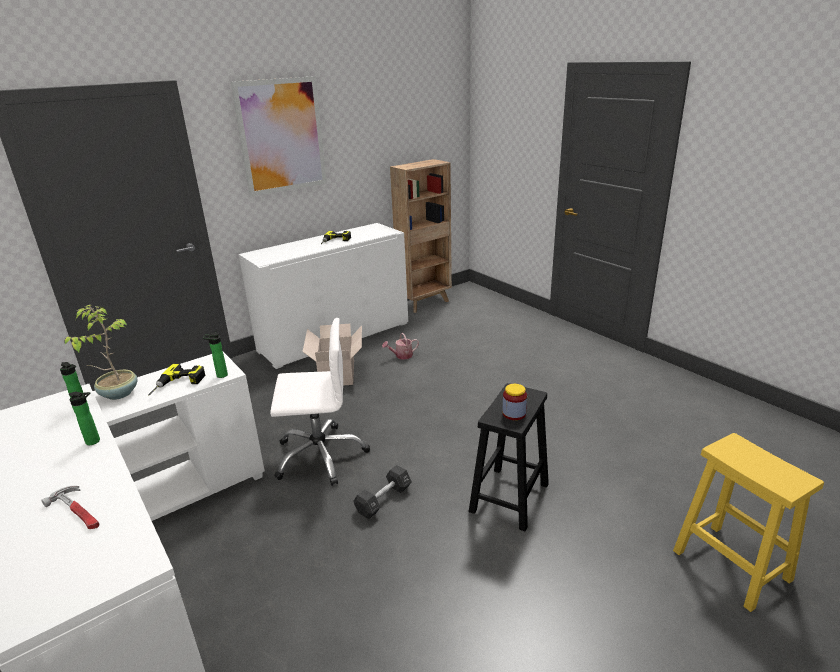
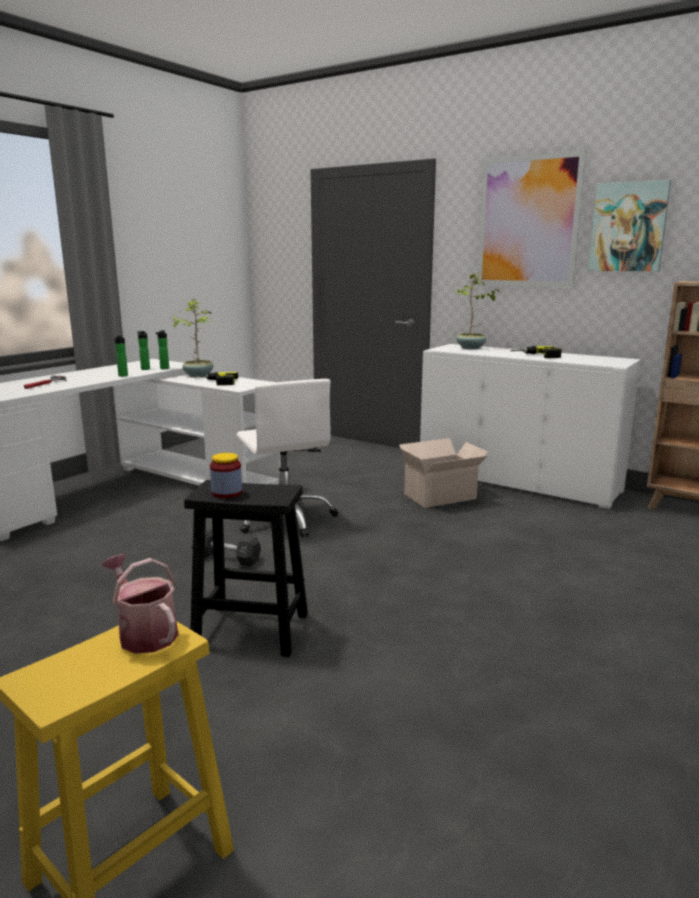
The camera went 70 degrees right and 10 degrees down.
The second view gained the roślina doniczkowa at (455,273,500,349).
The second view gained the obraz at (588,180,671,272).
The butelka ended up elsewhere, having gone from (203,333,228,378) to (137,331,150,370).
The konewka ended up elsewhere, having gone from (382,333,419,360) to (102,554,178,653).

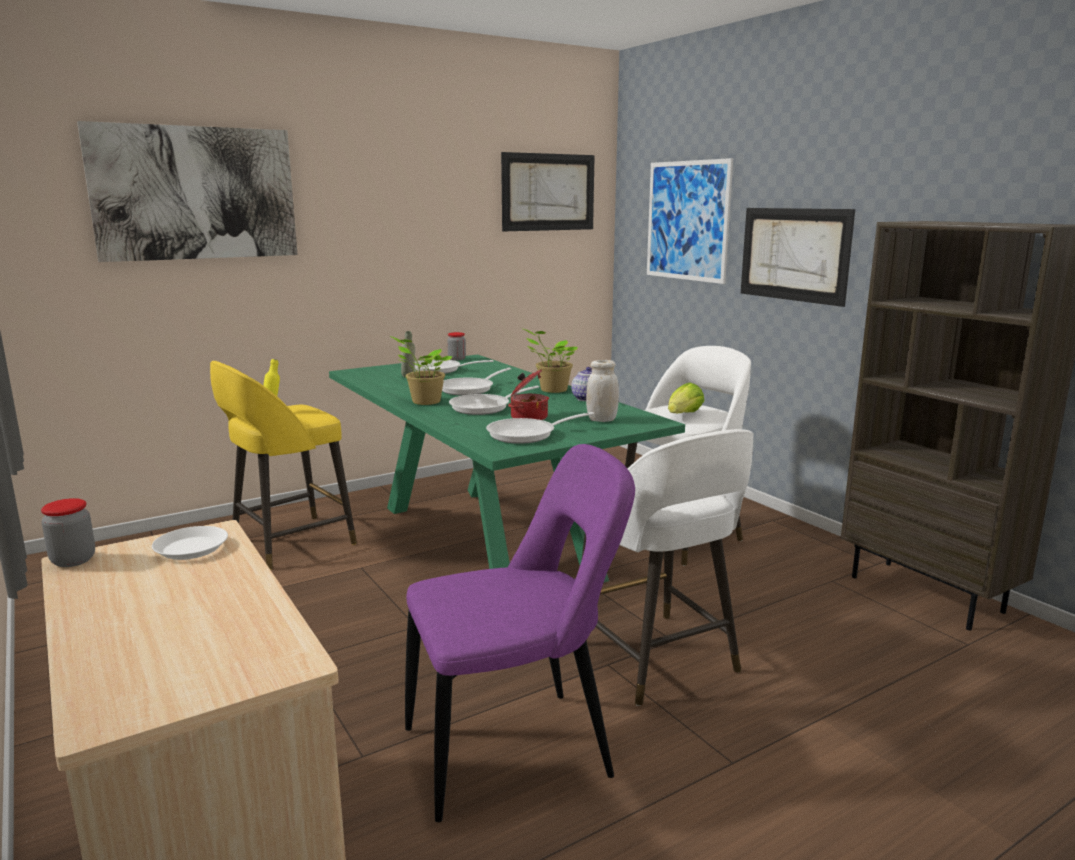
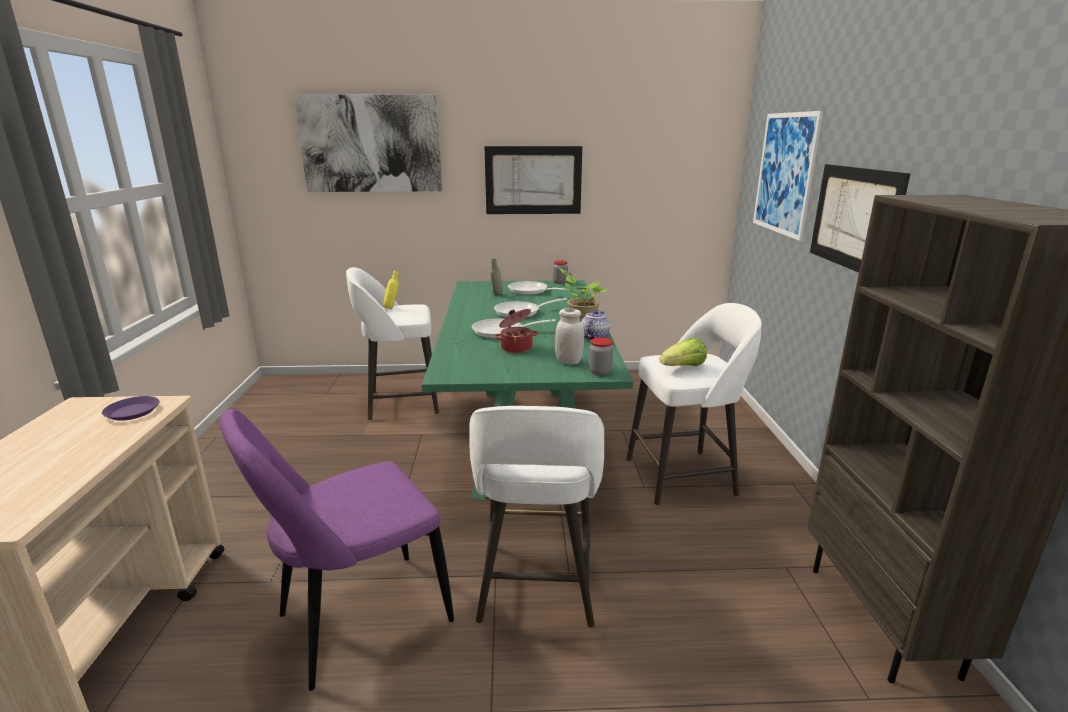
The camera went 30 degrees right and 5 degrees up.
The second view lost the roślina doniczkowa at (390,336,453,405).
The second view lost the patelnia at (486,412,594,444).
The słoik ended up elsewhere, having gone from (41,498,95,567) to (589,337,613,376).
The obraz ended up elsewhere, having gone from (501,152,595,231) to (484,146,582,214).
What was the talerz/biały at (152,526,228,560) turned into the talerz/fioletowy at (102,396,159,421).
What was the stołek/żółty at (210,361,357,570) turned into the stołek/biały at (346,267,439,420).
The krzesło/fioletowy at (405,444,635,822) ended up facing another way, 135 degrees clockwise from before.

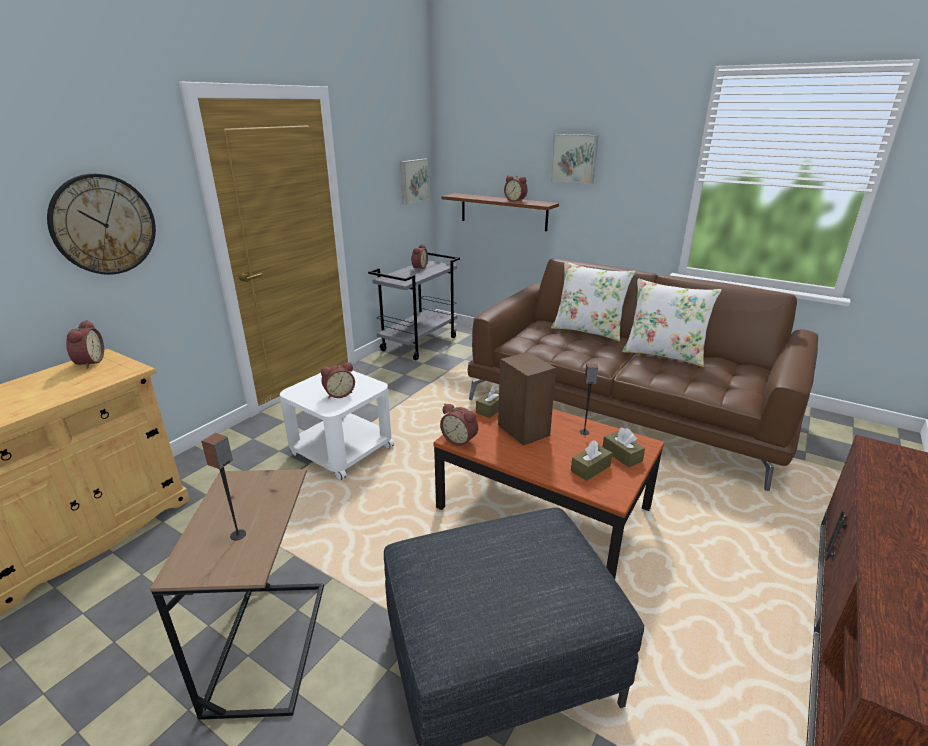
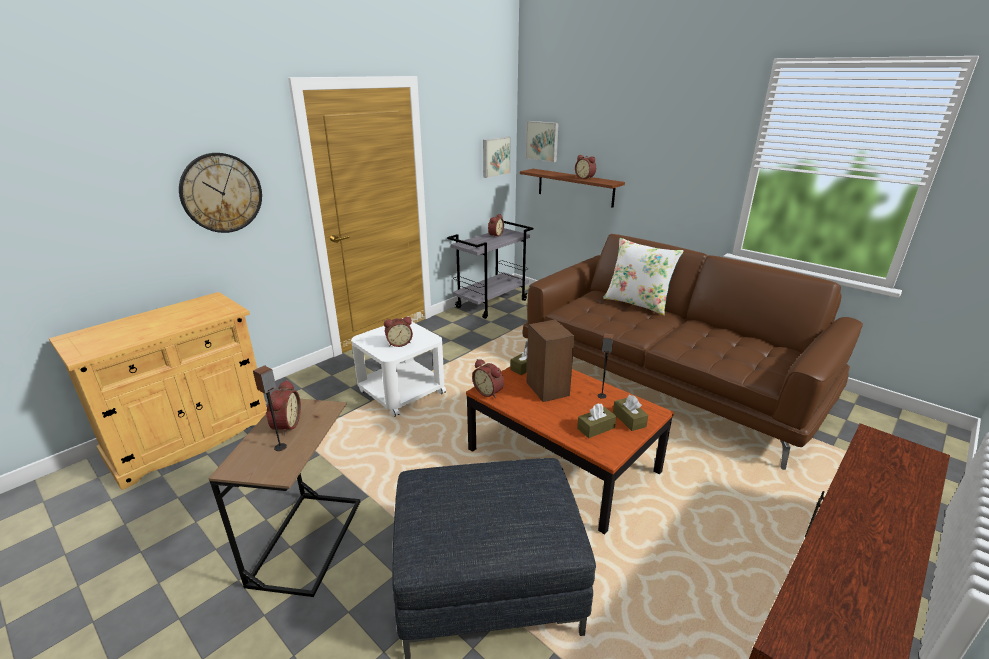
The camera went 10 degrees right and 0 degrees up.
The second view lost the poduszka/biały at (622,279,721,367).
The budzik ended up elsewhere, having gone from (66,320,104,369) to (266,380,301,435).
The obraz ended up elsewhere, having gone from (551,134,599,184) to (526,121,559,162).

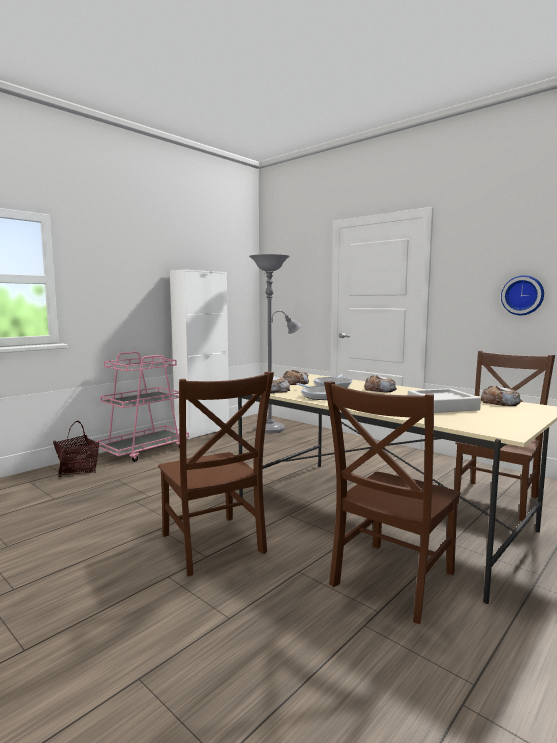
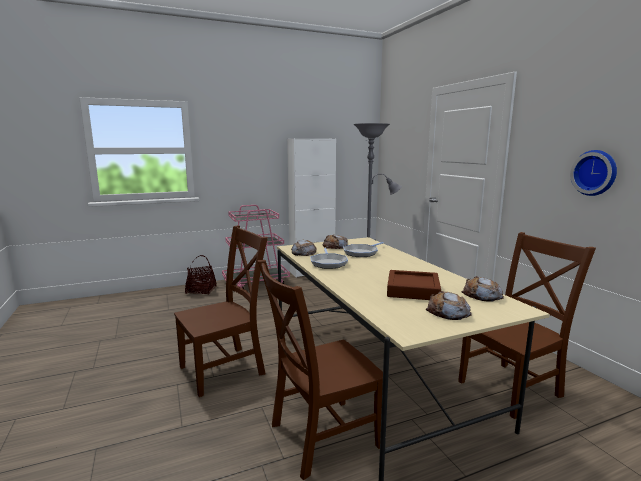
The camera went 25 degrees right and 5 degrees up.
The chleb ended up elsewhere, having gone from (364,375,397,392) to (426,291,472,320).
What was the taca/szary at (408,388,481,413) turned into the taca/brązowy at (387,270,441,300).
The krzesło/brązowy at (158,372,274,576) ended up facing another way, 120 degrees counterclockwise from before.

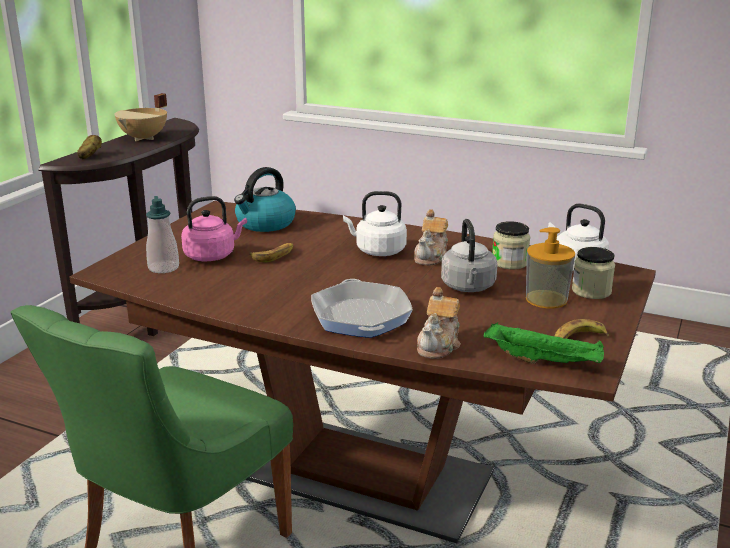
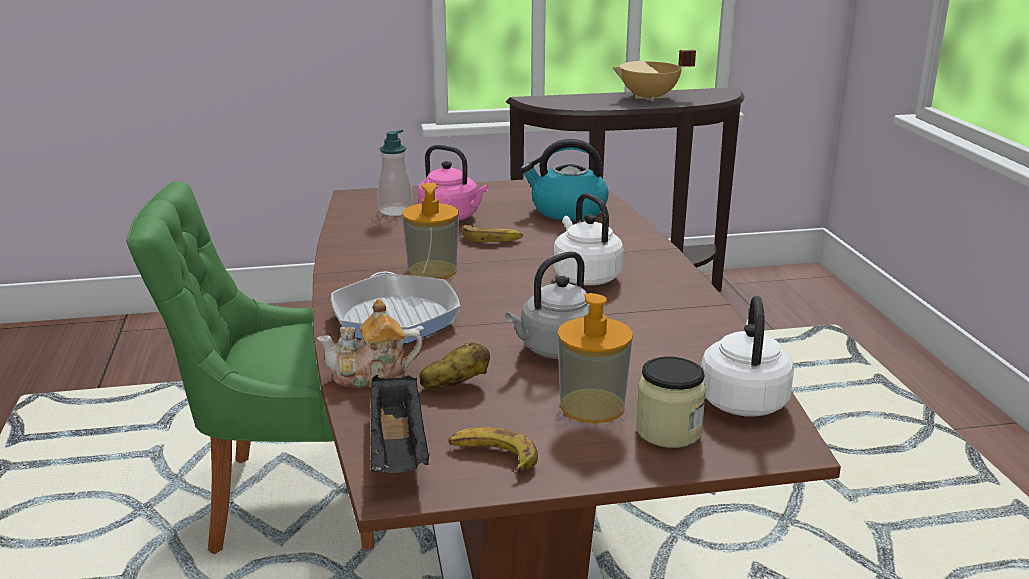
The camera went 55 degrees right and 0 degrees up.
The second view lost the imbryk at (414,209,448,265).
The second view lost the słoik at (492,221,530,269).
The second view gained the dozownik mydła at (402,183,459,279).
The ziemniak ended up elsewhere, having gone from (77,135,102,159) to (419,342,490,389).
What was the taca/zielony at (483,323,604,364) turned into the taca/czarny at (370,375,430,473).
The patelnia at (311,279,413,338) ended up facing another way, 120 degrees clockwise from before.

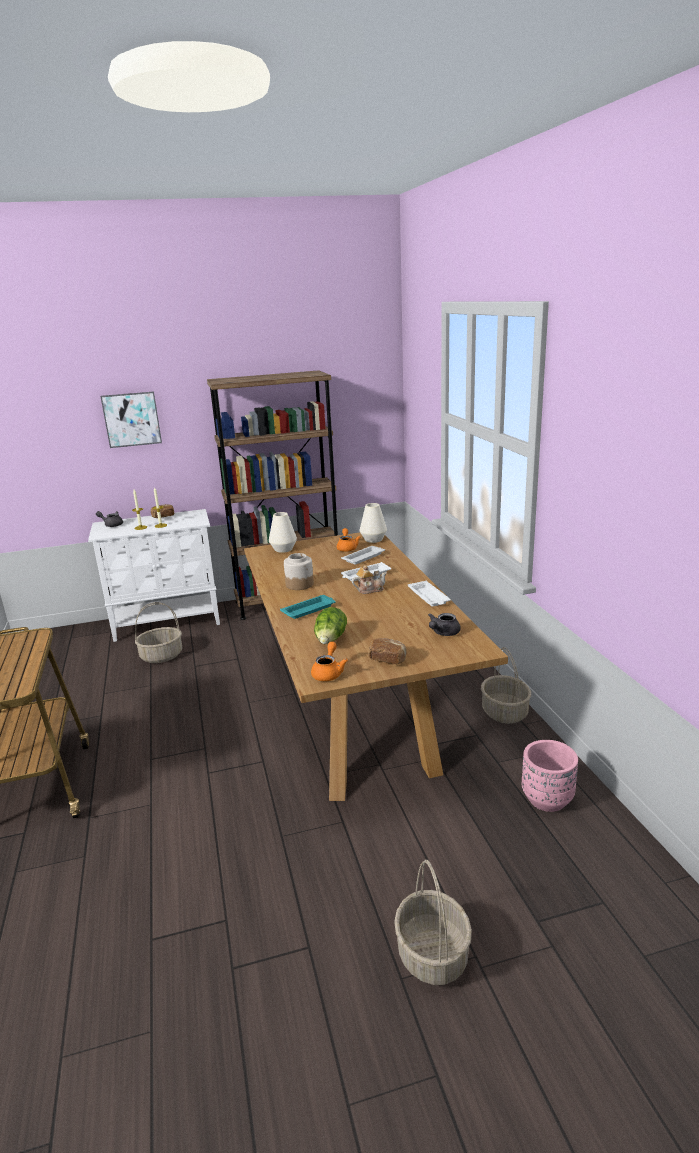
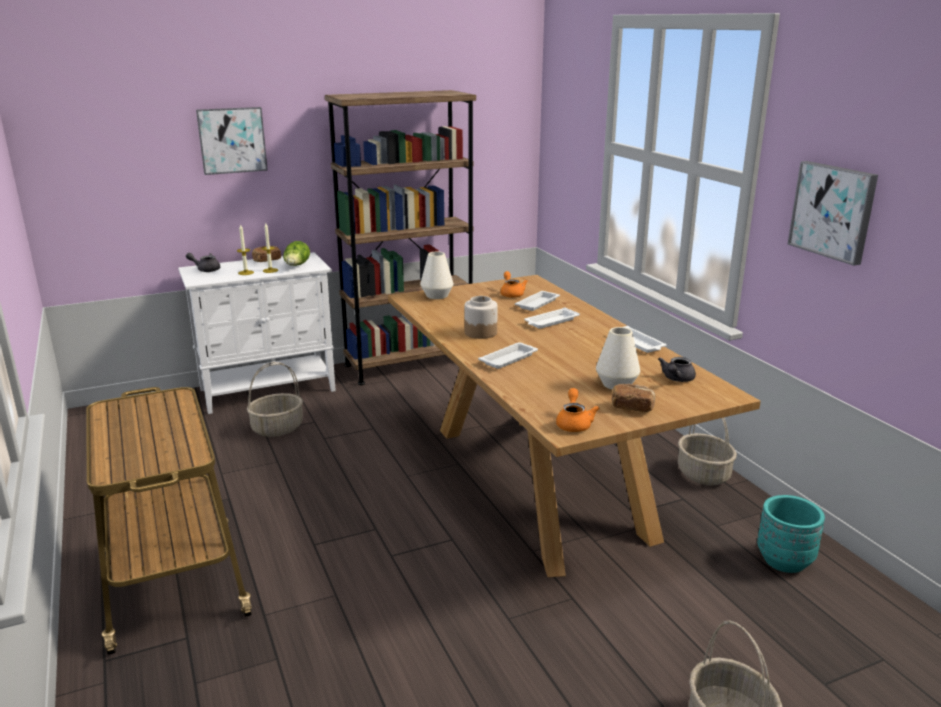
The camera went 10 degrees left and 0 degrees up.
The second view lost the imbryk at (352,565,387,594).
The second view gained the obraz at (788,161,878,266).
The sałata ended up elsewhere, having gone from (314,607,347,644) to (283,241,310,266).
The wazon/biały ended up elsewhere, having gone from (360,503,387,543) to (596,327,640,390).
What was the taca/turkusowy at (280,595,336,619) turned into the taca/biały at (478,342,538,369).
What was the donica/różowy at (522,740,578,812) turned into the donica/turkusowy at (757,495,825,573).

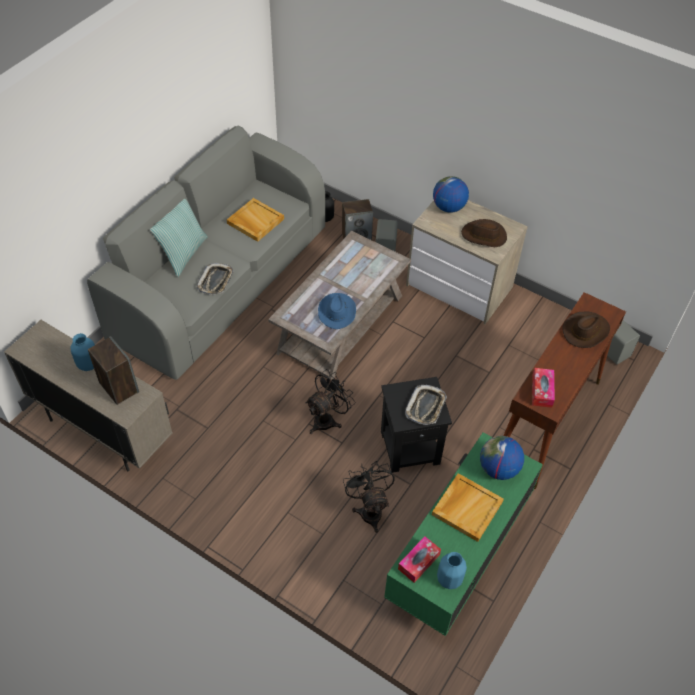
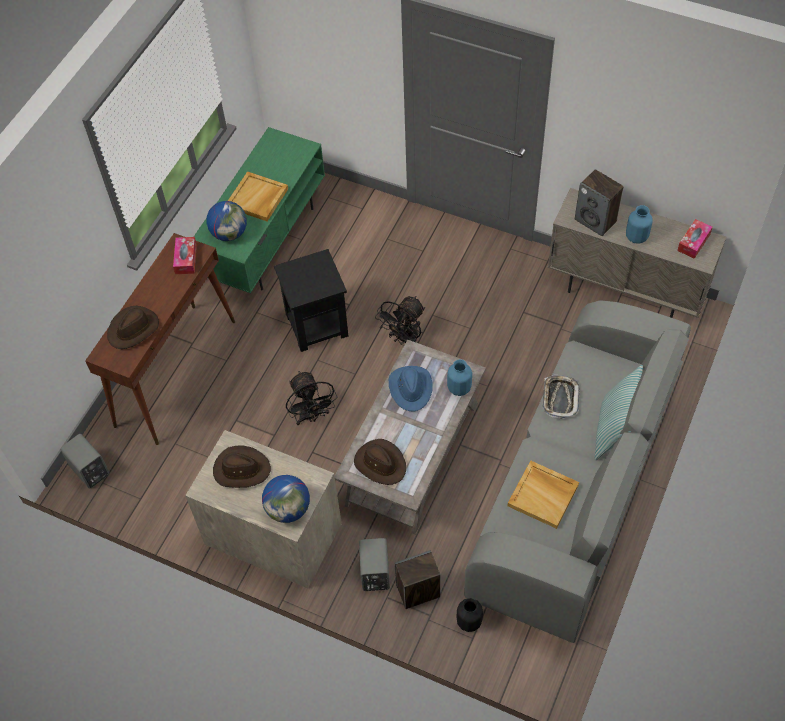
The camera went 175 degrees right and 5 degrees up.
The second view lost the taca at (405,385,447,425).
The second view gained the kapelusz/brązowy at (354,439,406,485).
The wentylator/czarny ended up elsewhere, having gone from (343,461,395,533) to (286,371,338,425).
The pudełko chusteczek ended up elsewhere, having gone from (398,536,441,583) to (677,219,713,259).
The wazon/niebieski ended up elsewhere, having gone from (437,552,467,589) to (447,359,472,396).

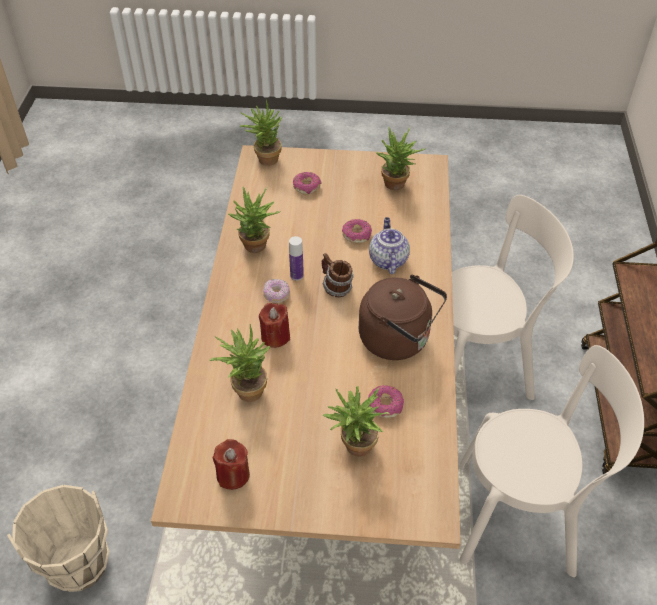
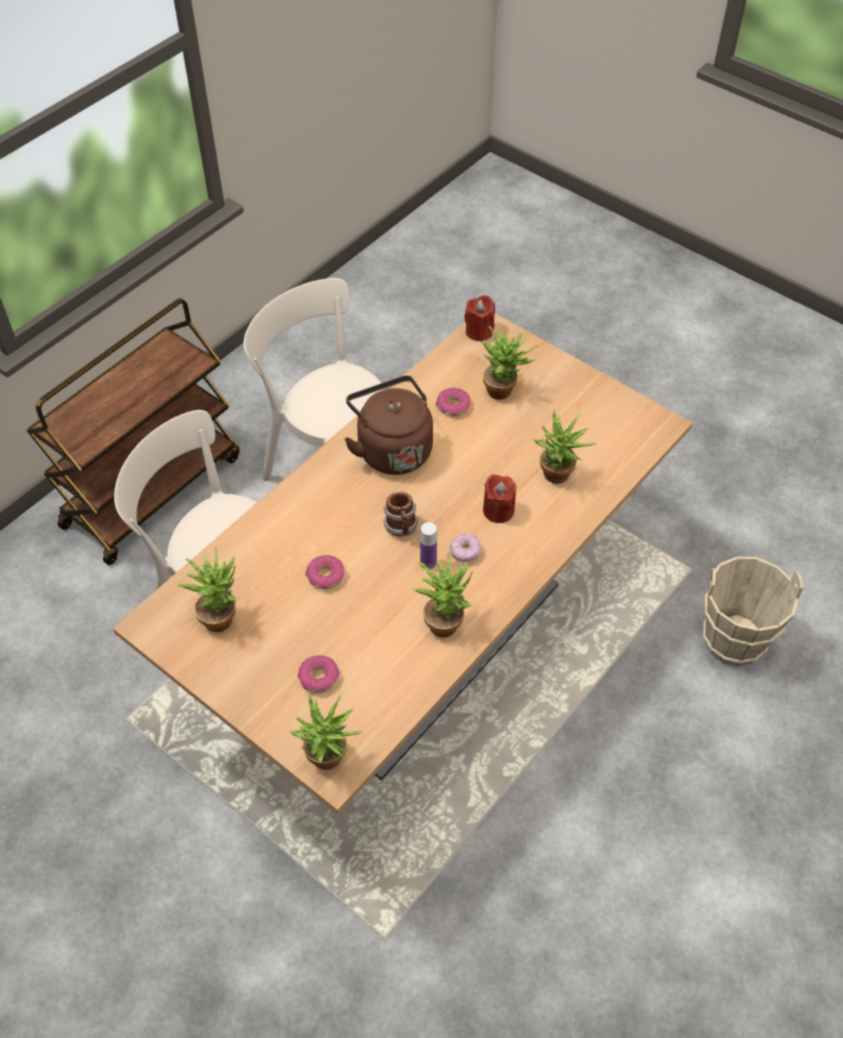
The camera went 145 degrees left and 5 degrees up.
The second view lost the imbryk at (369,217,410,274).
The świeca/czerwony ended up elsewhere, having gone from (212,439,250,490) to (464,295,495,342).

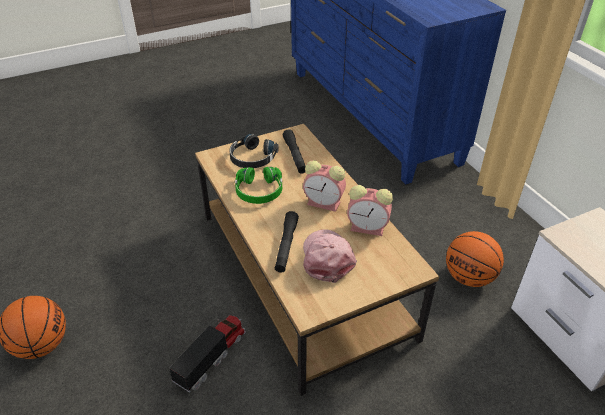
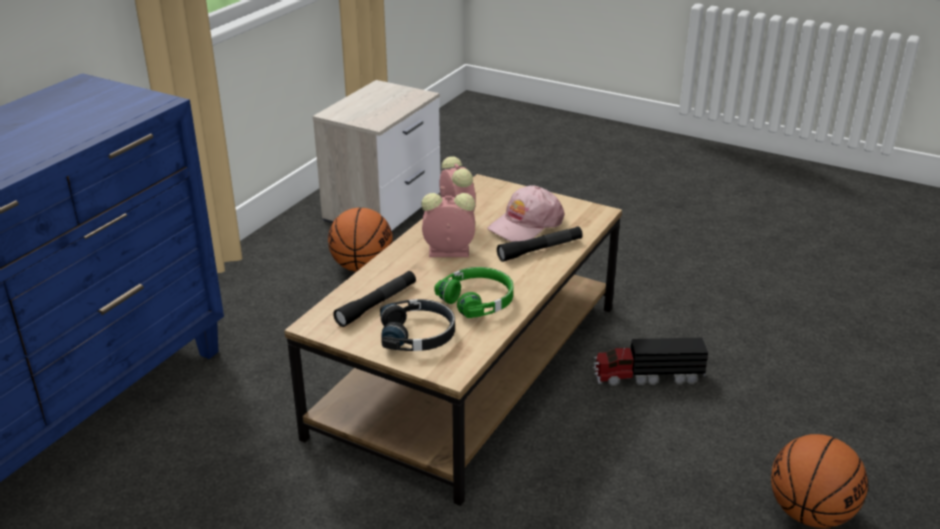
The camera went 125 degrees left and 10 degrees down.
The budzik at (303,161,346,212) ended up facing another way, 75 degrees counterclockwise from before.

